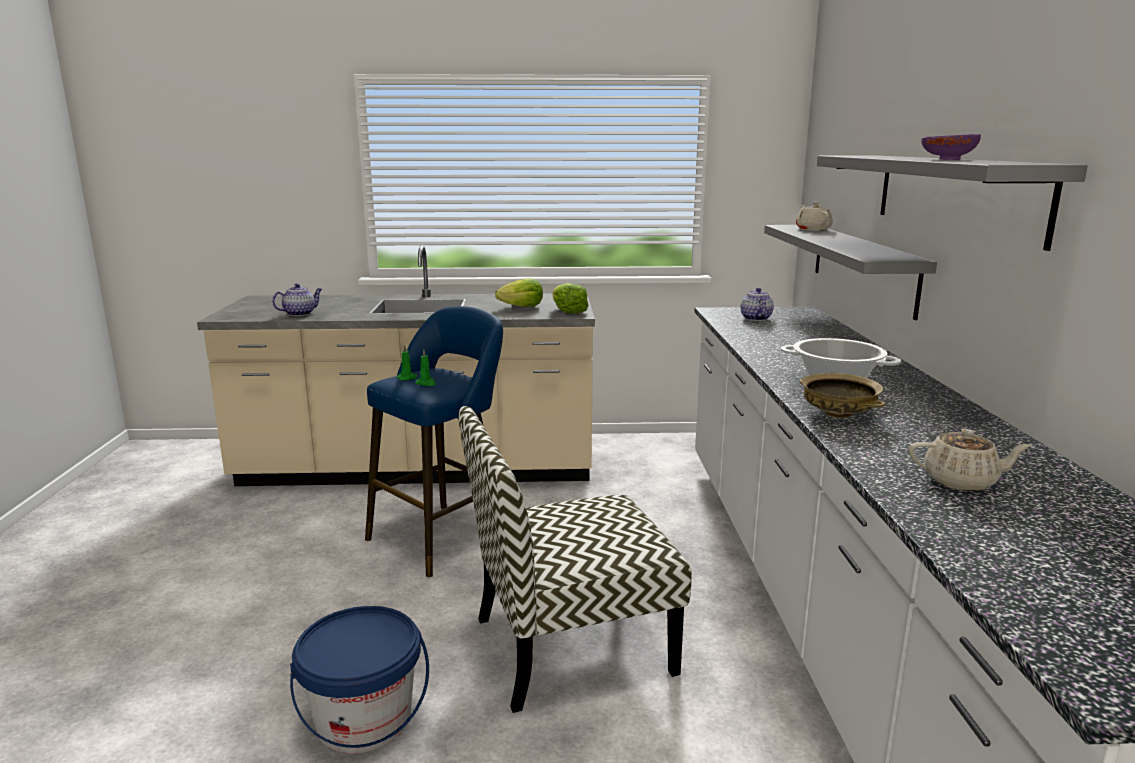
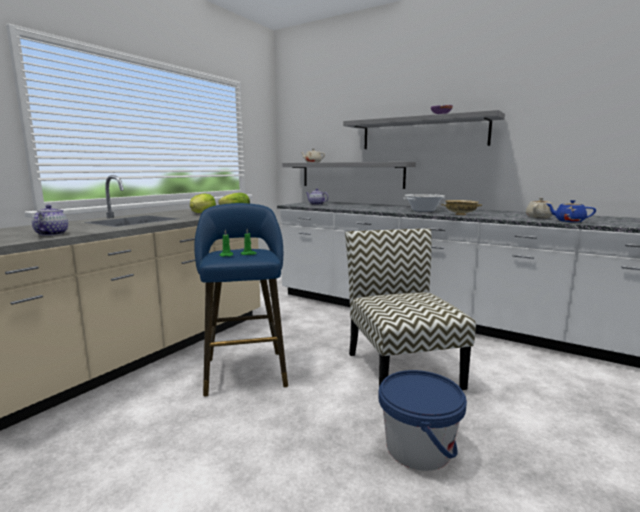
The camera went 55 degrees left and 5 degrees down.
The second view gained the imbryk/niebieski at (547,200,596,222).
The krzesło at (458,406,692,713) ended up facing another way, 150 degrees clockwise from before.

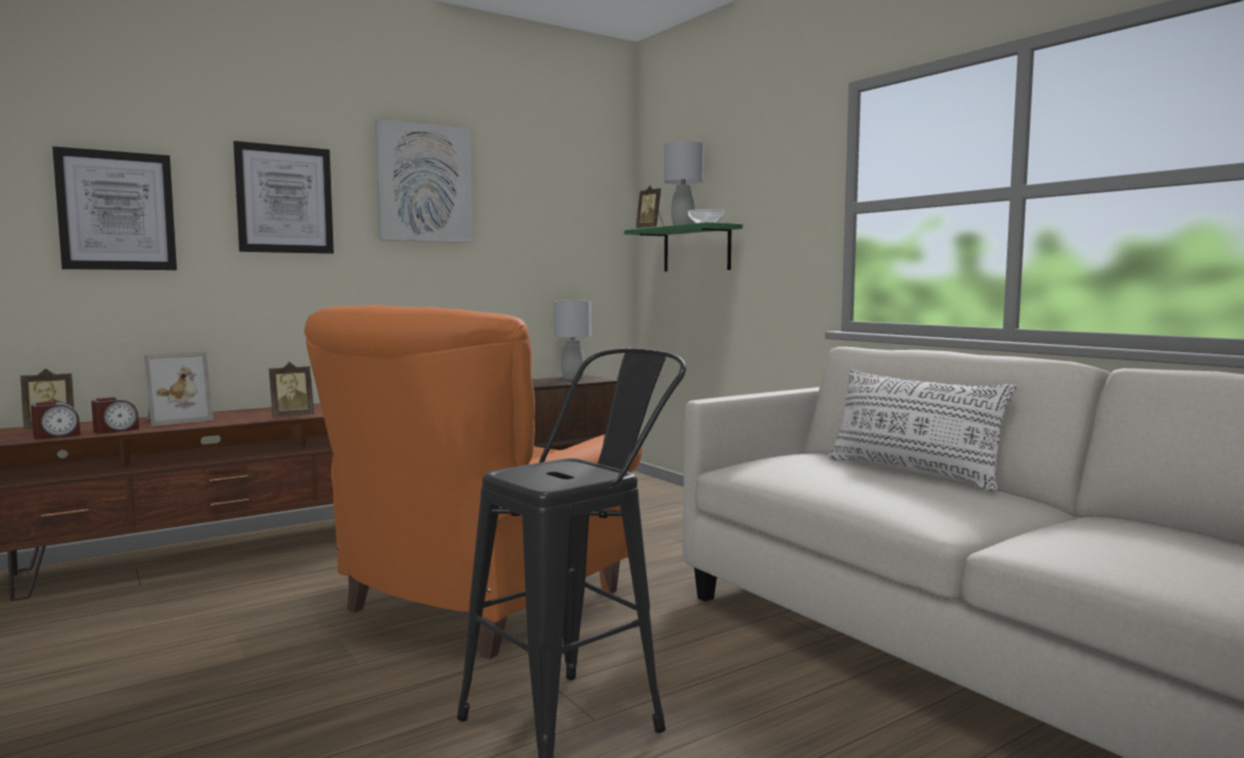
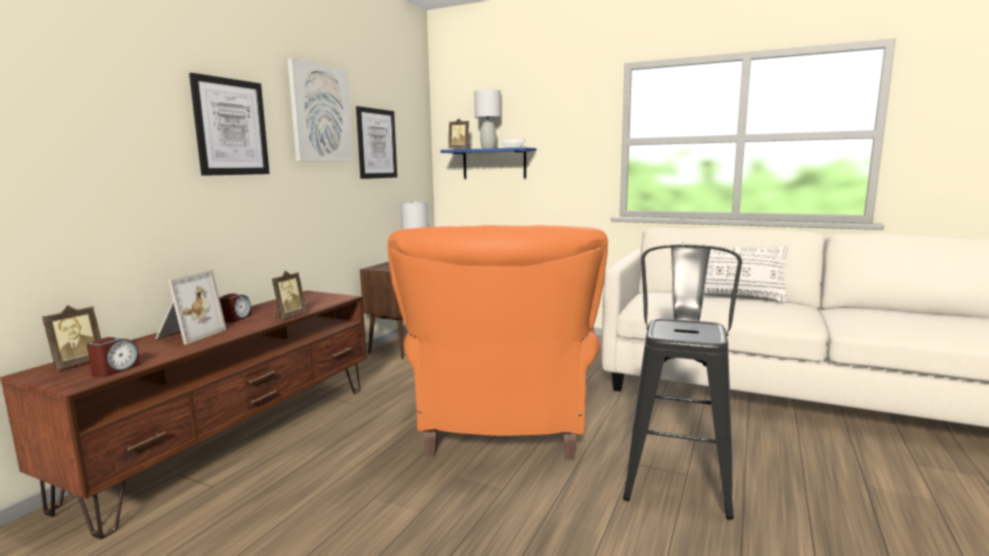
The camera went 30 degrees left and 5 degrees up.
The obraz ended up elsewhere, having gone from (52,146,177,270) to (356,106,397,179).
The budzik ended up elsewhere, having gone from (91,397,139,434) to (219,293,252,323).
What was the półka/zielony at (624,222,743,271) turned into the półka/niebieski at (440,147,536,178).

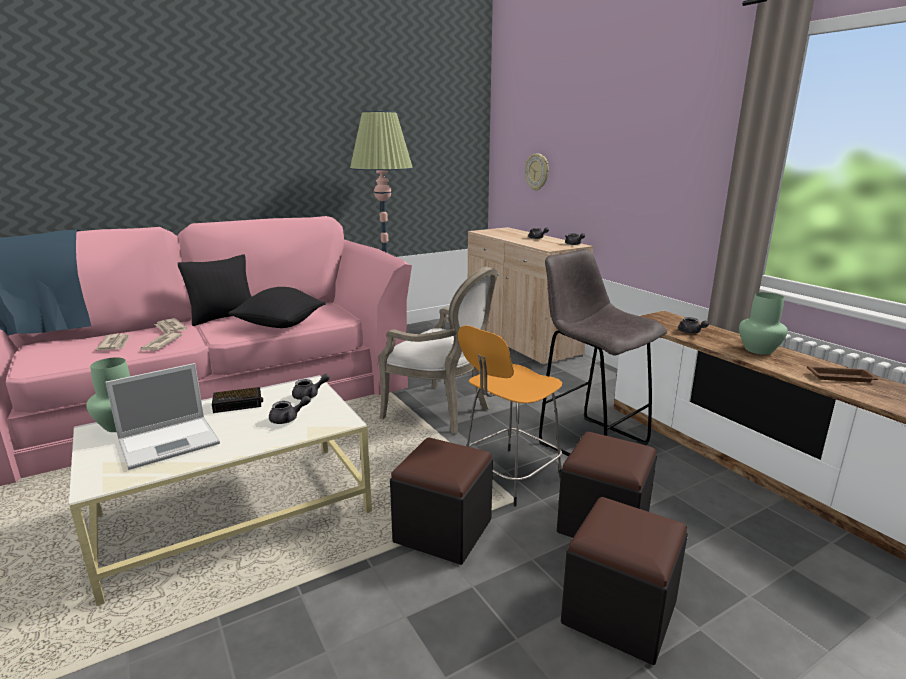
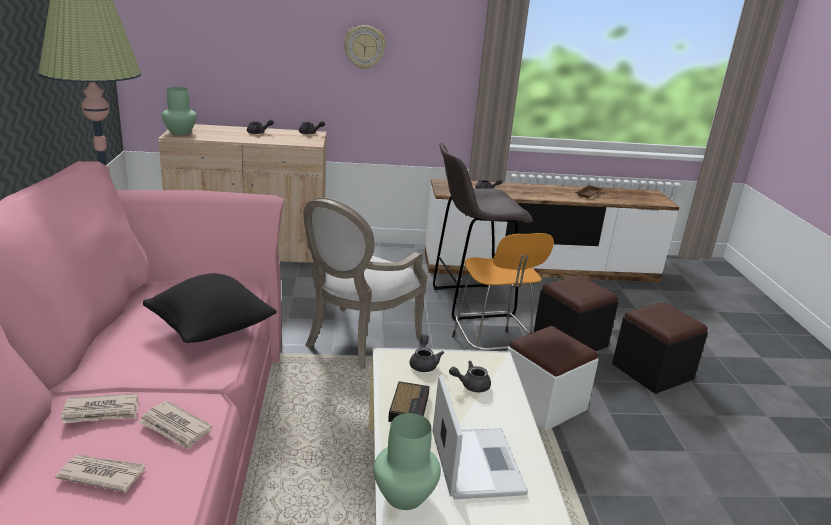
The camera went 65 degrees left and 5 degrees up.
The second view lost the poduszka/czarny at (178,254,252,326).
The zegar ścienny ended up elsewhere, having gone from (525,154,549,191) to (344,25,386,69).
The wazon/zielony ended up elsewhere, having gone from (739,292,788,355) to (162,87,197,135).
What was the pufa/czarny at (390,437,493,565) turned into the pufa/biały at (507,326,599,431).
The imbryk/szary at (269,396,311,424) ended up facing another way, 105 degrees counterclockwise from before.
The fotel at (378,266,497,434) ended up facing another way, 150 degrees clockwise from before.

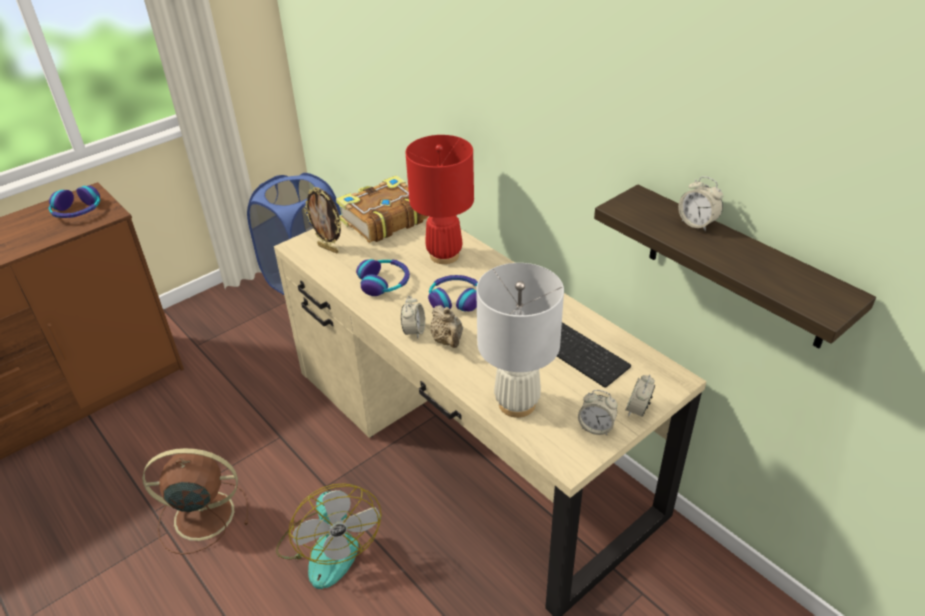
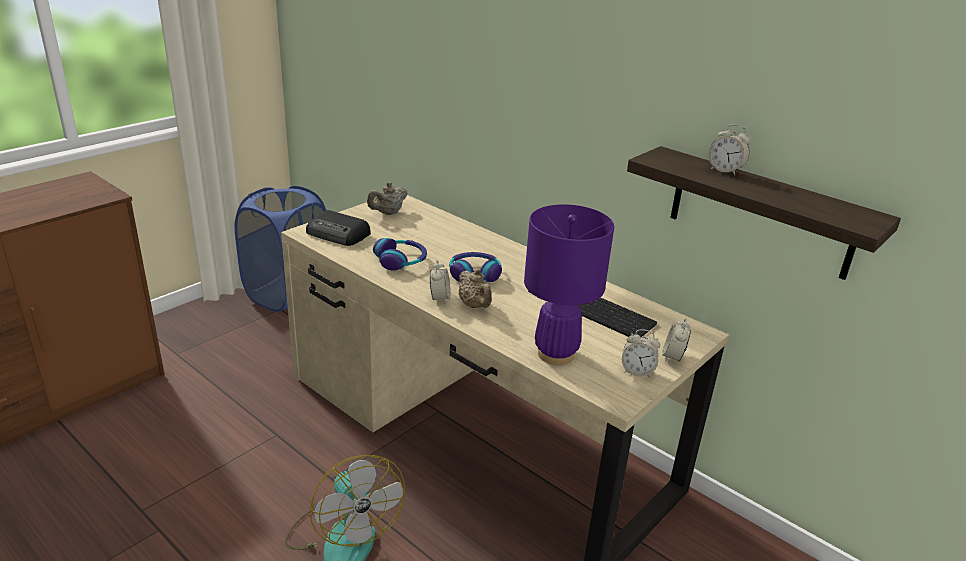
The camera went 10 degrees left and 10 degrees down.
The second view lost the słuchawki at (49,186,100,218).
The second view lost the wentylator/brązowy at (142,448,248,555).
The second view lost the lampa stołowa/czerwony at (405,135,474,264).
Where the ramka na zdjęcie stood at (304,187,341,253), the radio came to stand at (306,210,371,246).
Where the książka stood at (336,175,428,243), the imbryk/beżowy came to stand at (367,182,408,215).
What was the lampa stołowa/biały at (476,263,564,418) turned into the lampa stołowa/fioletowy at (524,204,614,365).

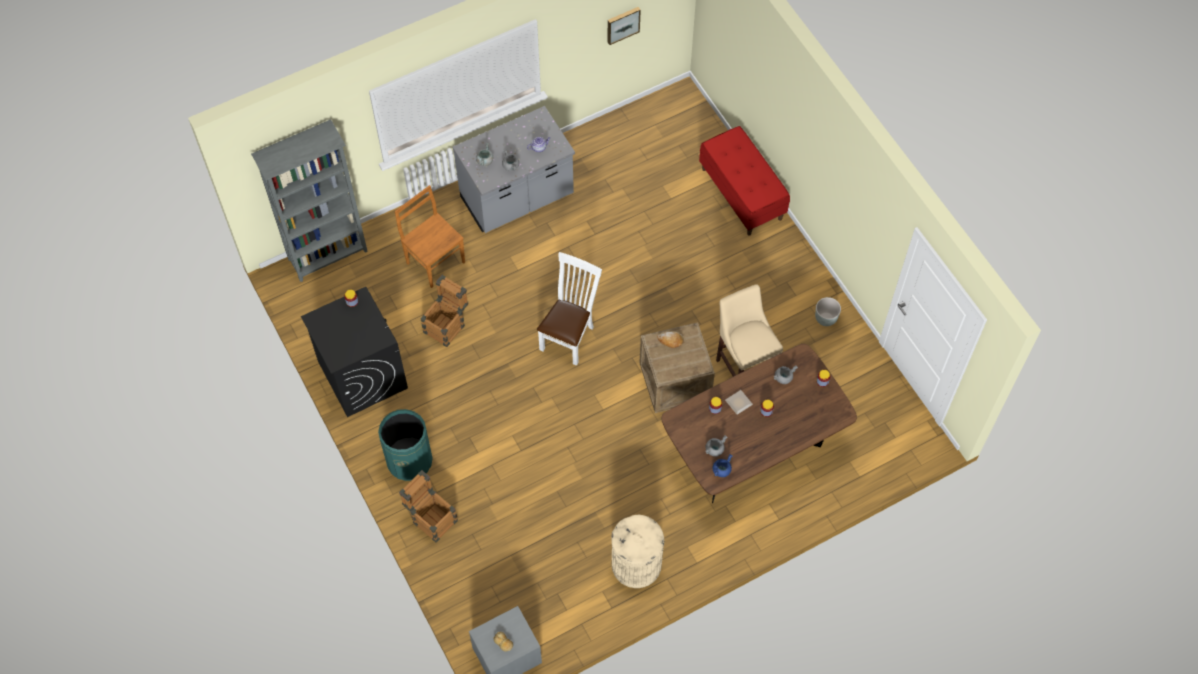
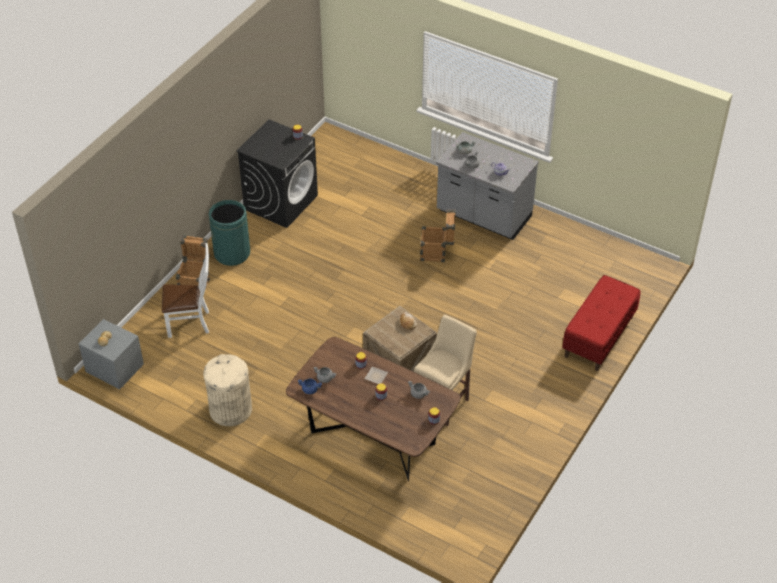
The camera went 60 degrees right and 15 degrees down.
The second view lost the regał/szary at (251,119,368,282).
The second view lost the krzesło/brązowy at (395,185,465,288).
The second view lost the obraz at (608,7,641,45).
The second view lost the donica/szary at (815,297,841,326).
The skrzynka ended up elsewhere, having gone from (420,275,468,347) to (420,209,456,262).
The krzesło/biały ended up elsewhere, having gone from (537,252,602,366) to (162,243,209,338).

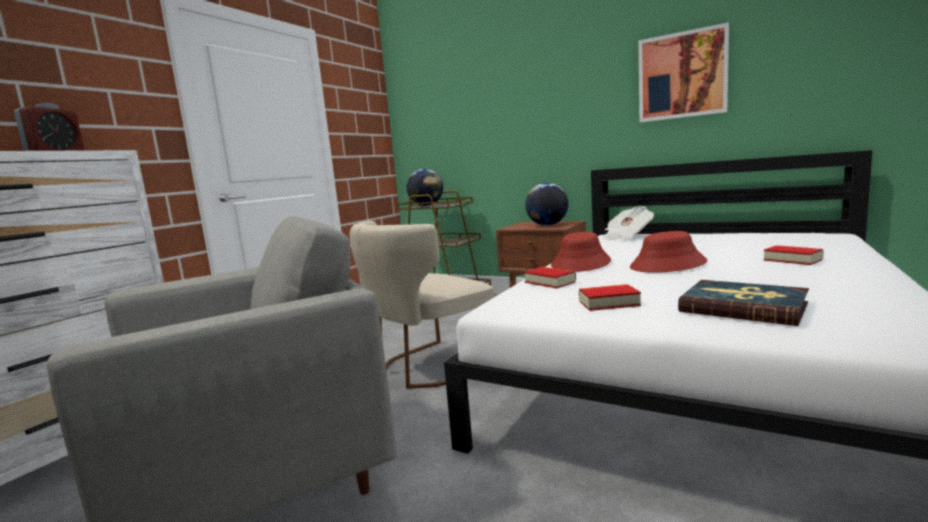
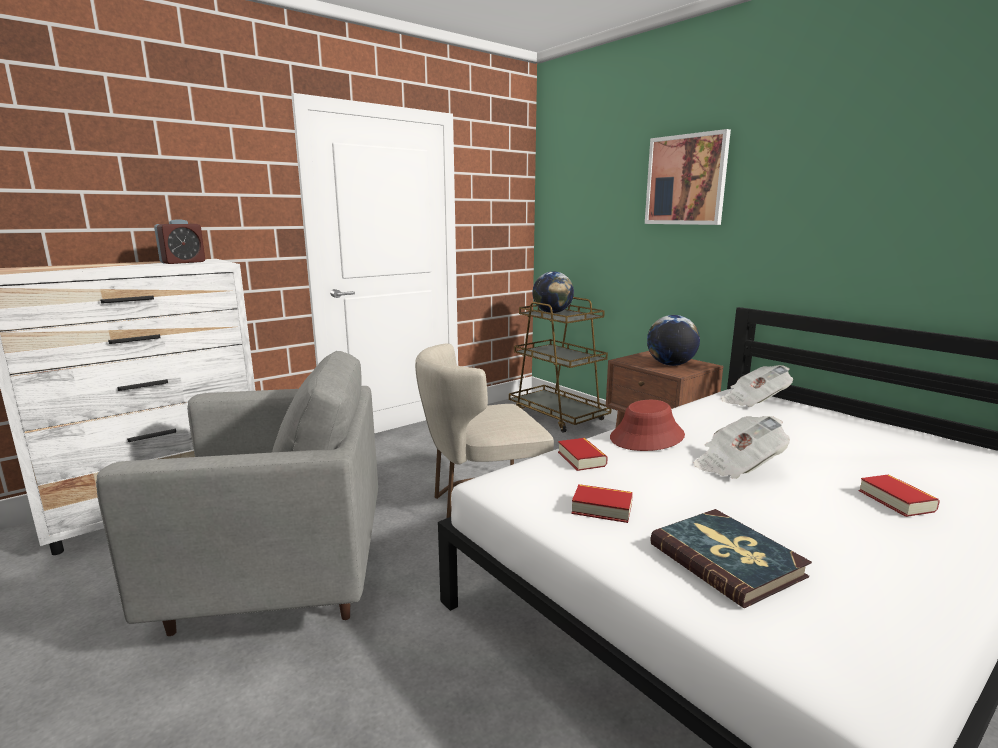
The camera went 20 degrees right and 5 degrees up.
The obraz ended up elsewhere, having gone from (638,22,729,123) to (645,129,731,225).
Where the kapelusz/czerwony stood at (630,231,707,273), the gazeta came to stand at (694,416,790,479).

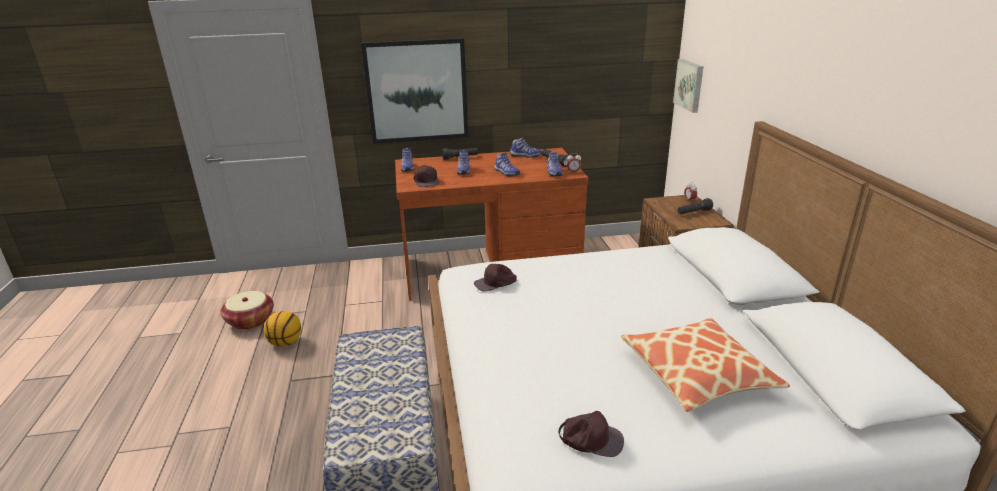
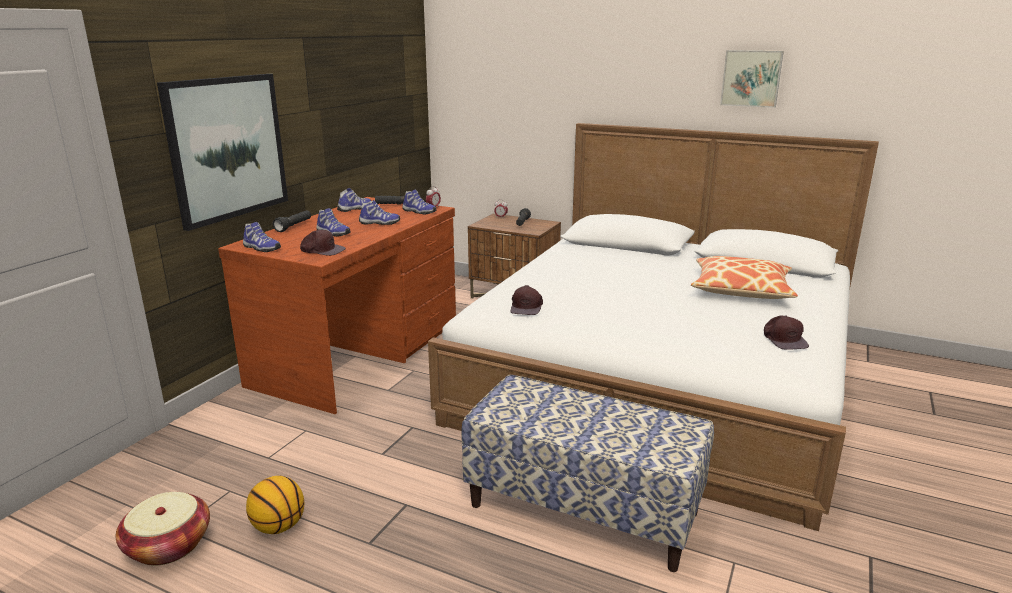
The camera went 55 degrees left and 5 degrees down.
The obraz ended up elsewhere, having gone from (673,59,703,113) to (720,50,784,108).
The czapka z daszkiem/brązowy at (558,411,624,457) ended up facing another way, 120 degrees clockwise from before.

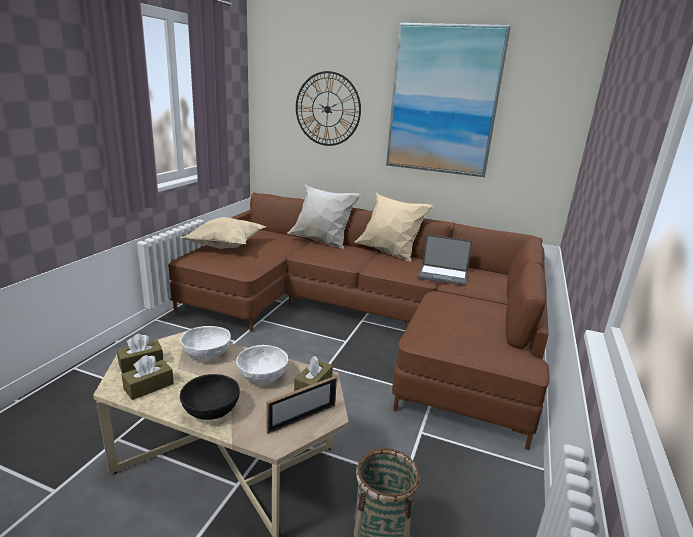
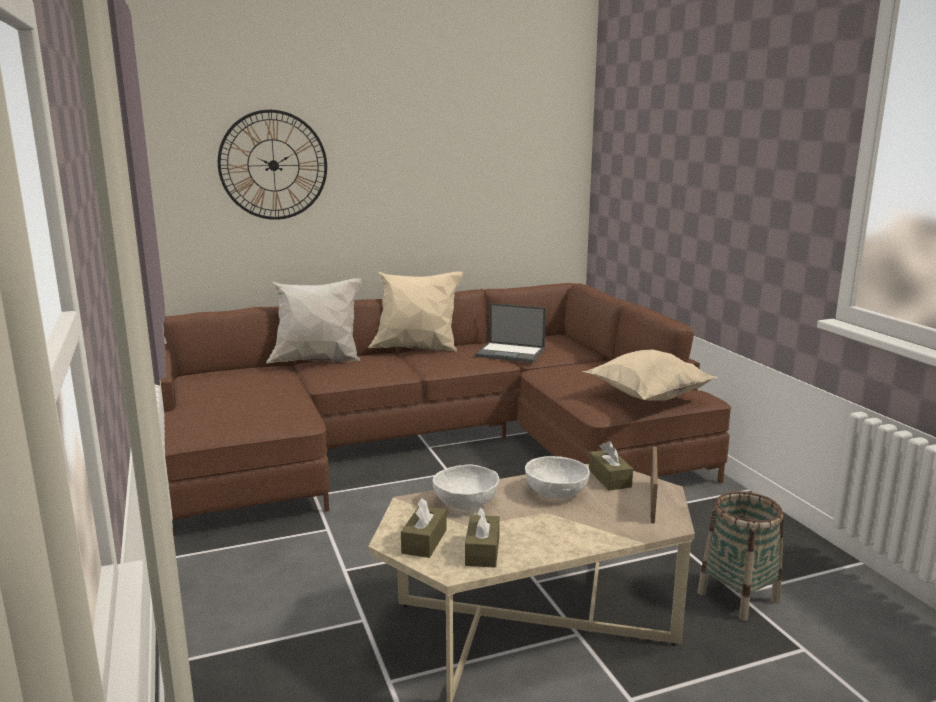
The camera went 40 degrees left and 5 degrees down.
The second view lost the miska/czarny at (180,374,240,420).
The second view lost the obraz at (386,23,511,177).
The poduszka/beżowy ended up elsewhere, having gone from (181,217,267,249) to (582,350,718,401).
The laptop at (418,234,473,286) ended up facing another way, 45 degrees clockwise from before.

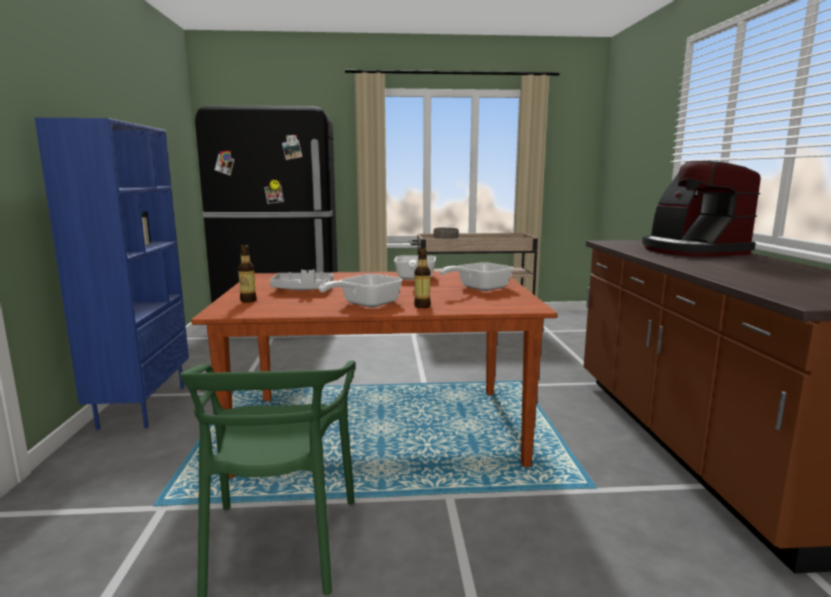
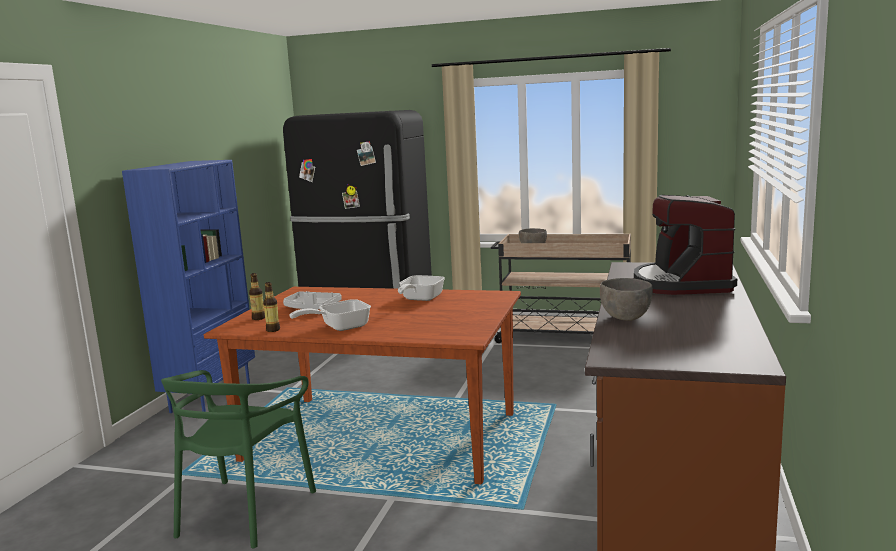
The camera went 20 degrees right and 0 degrees up.
The second view lost the patelnia at (439,262,513,291).
The second view gained the miska/szary at (600,278,653,321).
The butelka ended up elsewhere, having gone from (414,248,431,308) to (263,282,280,332).

